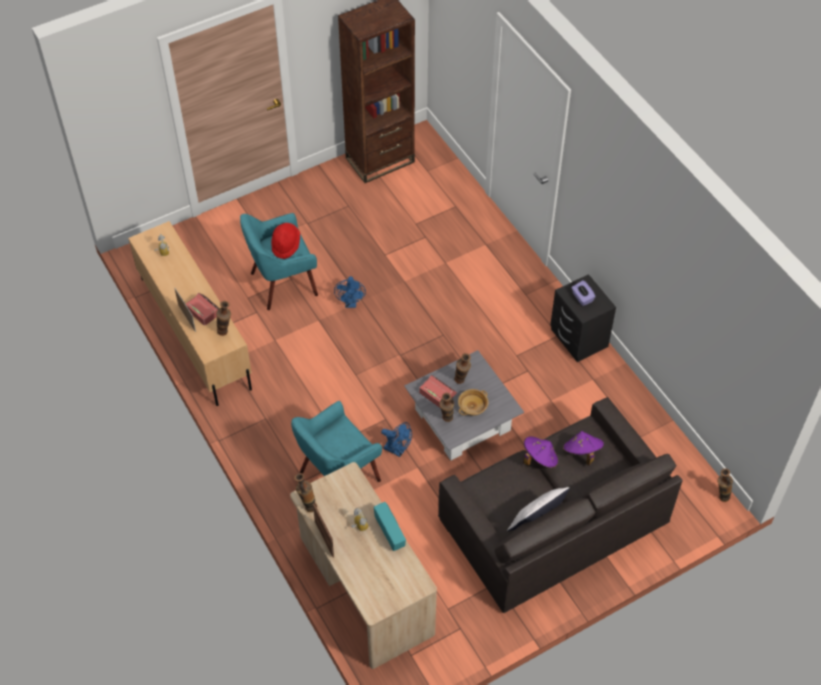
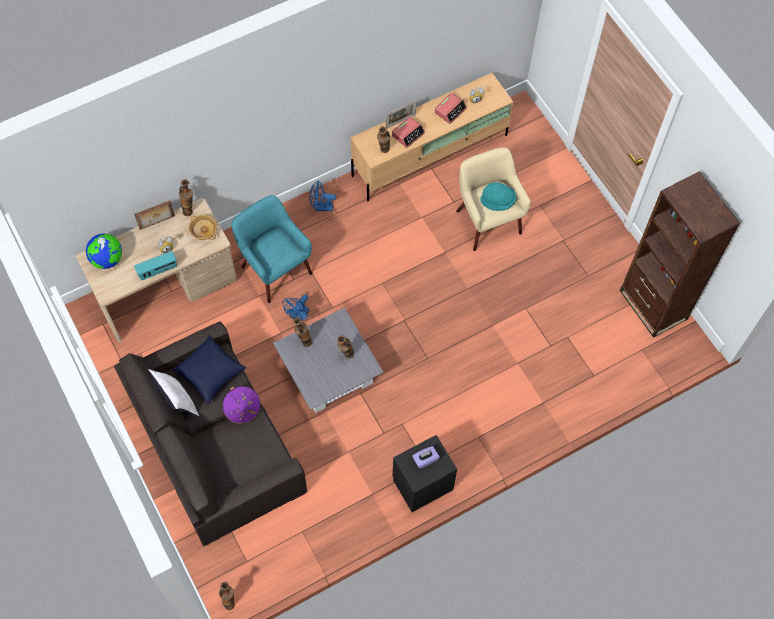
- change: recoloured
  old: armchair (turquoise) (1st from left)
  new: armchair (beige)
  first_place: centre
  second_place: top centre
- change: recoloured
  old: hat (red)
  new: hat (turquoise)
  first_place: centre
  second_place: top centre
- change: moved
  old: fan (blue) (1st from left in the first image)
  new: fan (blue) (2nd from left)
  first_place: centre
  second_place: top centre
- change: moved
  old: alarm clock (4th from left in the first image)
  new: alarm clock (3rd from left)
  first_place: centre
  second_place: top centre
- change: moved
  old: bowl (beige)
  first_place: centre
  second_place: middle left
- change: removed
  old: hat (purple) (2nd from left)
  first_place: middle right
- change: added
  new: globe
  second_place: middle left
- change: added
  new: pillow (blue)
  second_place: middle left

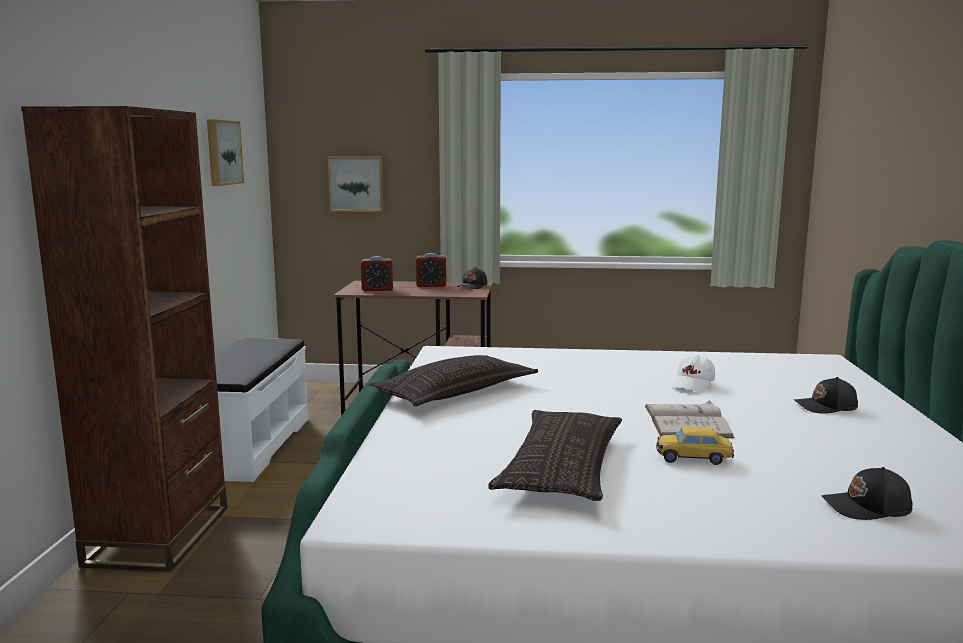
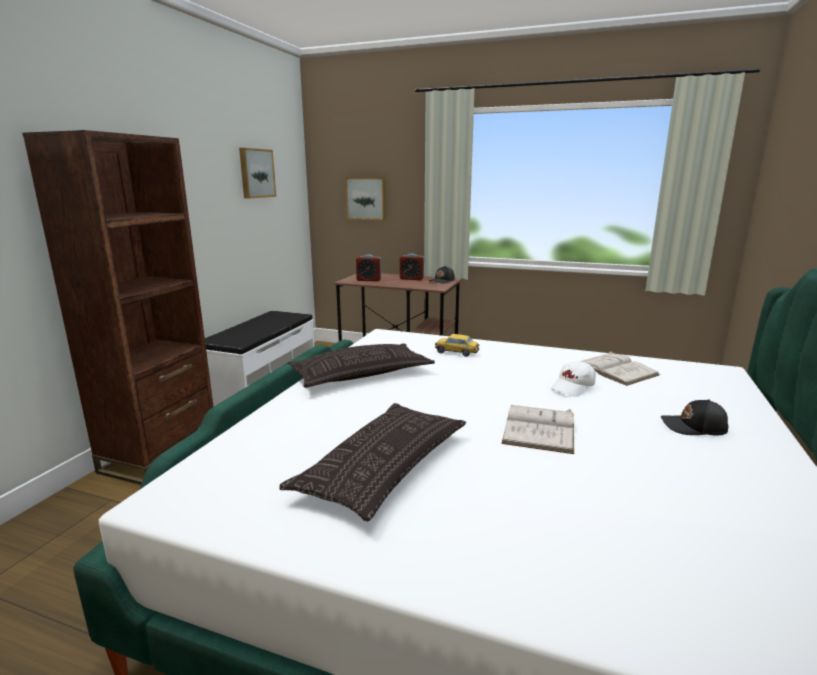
- change: moved
  old: toy car
  first_place: bottom right
  second_place: centre
- change: removed
  old: cap (black) (3rd from left)
  first_place: bottom right
- change: added
  new: book (white) (2nd from left)
  second_place: middle right

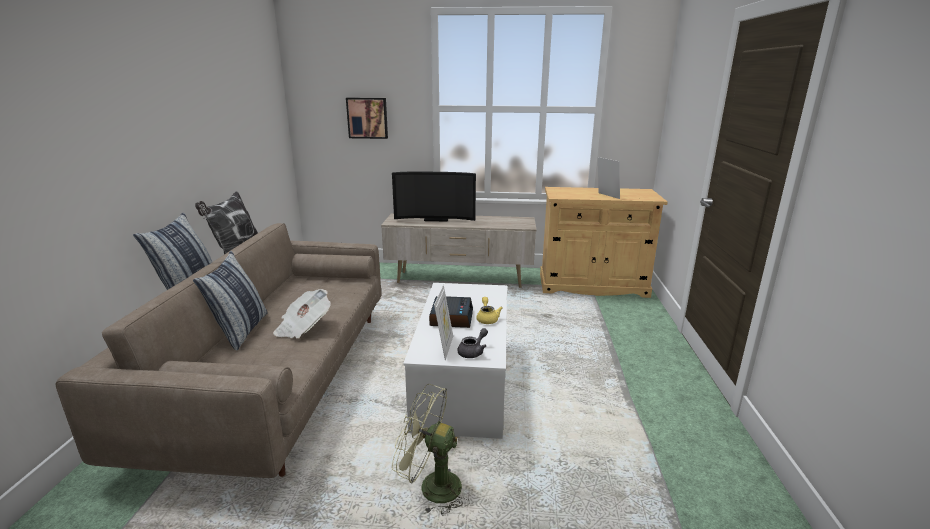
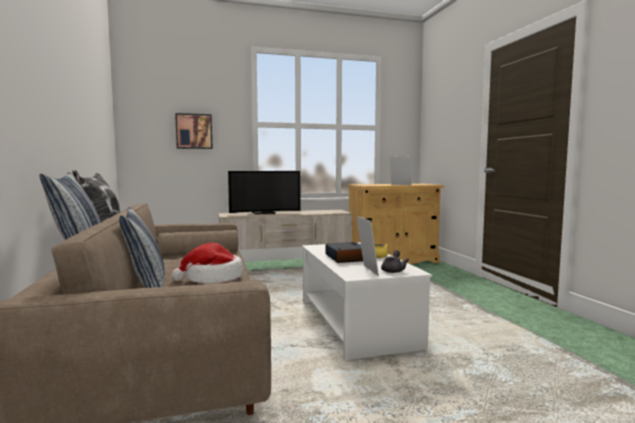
- change: replaced
  old: newspaper
  new: hat
  first_place: middle left
  second_place: middle left
- change: removed
  old: fan (green)
  first_place: bottom centre

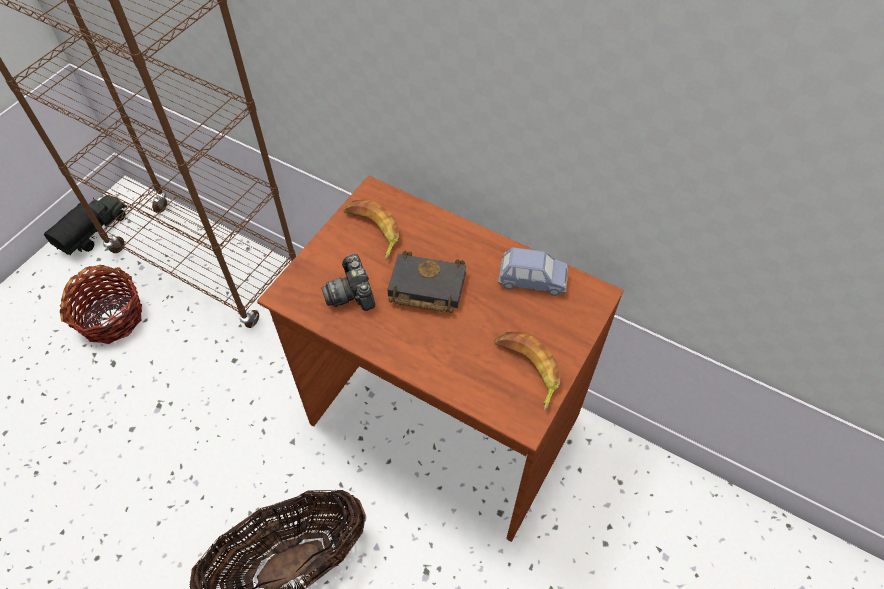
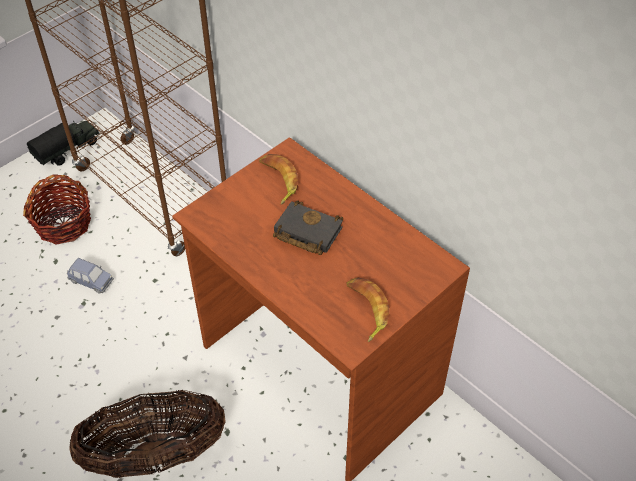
- change: moved
  old: toy car (blue)
  first_place: centre
  second_place: middle left
- change: removed
  old: photo camera
  first_place: centre

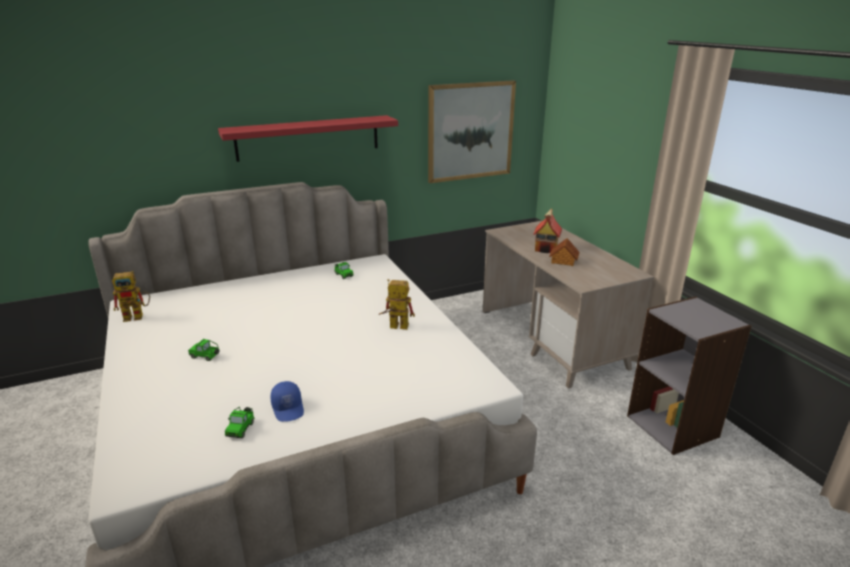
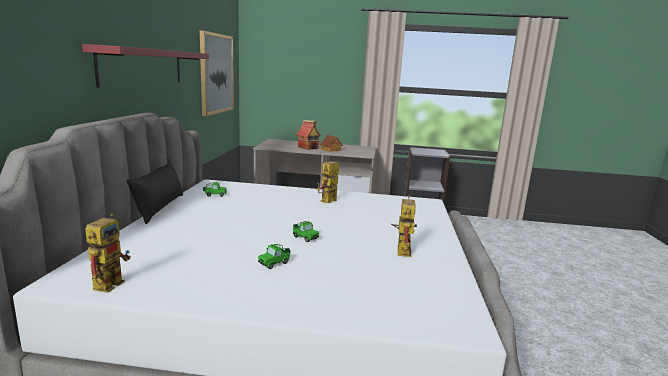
- change: replaced
  old: cap (blue)
  new: toy robot (3rd from left)
  first_place: bottom centre
  second_place: centre
- change: moved
  old: toy car (2nd from left in the first image)
  new: toy car (3rd from left)
  first_place: bottom left
  second_place: centre
- change: added
  new: pillow (black)
  second_place: middle left

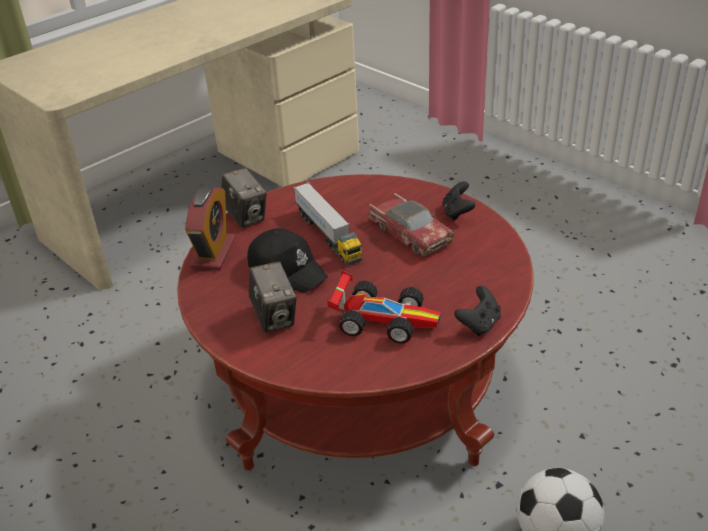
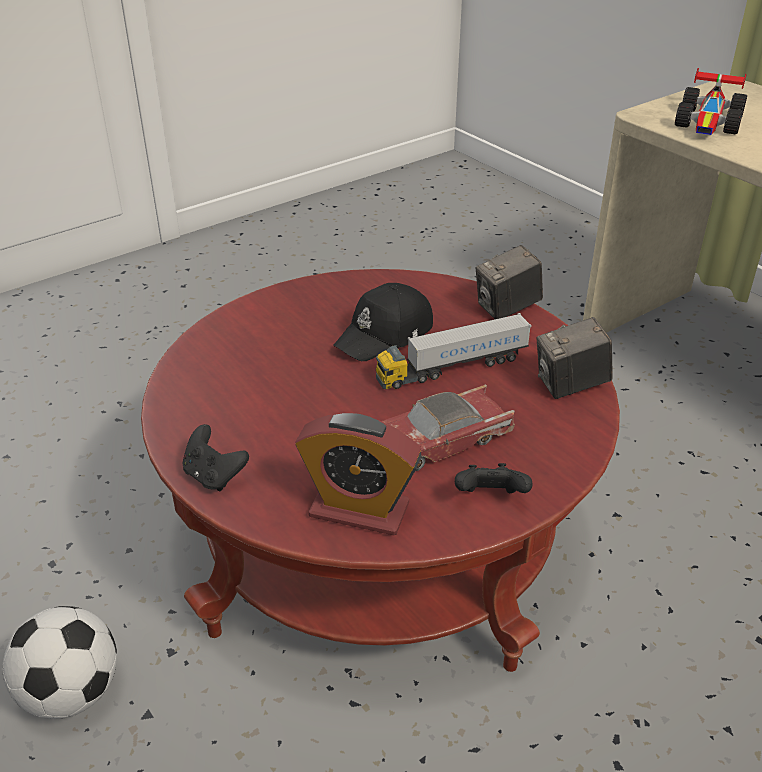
- change: moved
  old: alarm clock
  first_place: middle left
  second_place: centre
- change: moved
  old: photo camera (2nd from left)
  first_place: centre
  second_place: middle right
- change: moved
  old: toy car (1st from left in the first image)
  new: toy car (2nd from left)
  first_place: centre
  second_place: top right

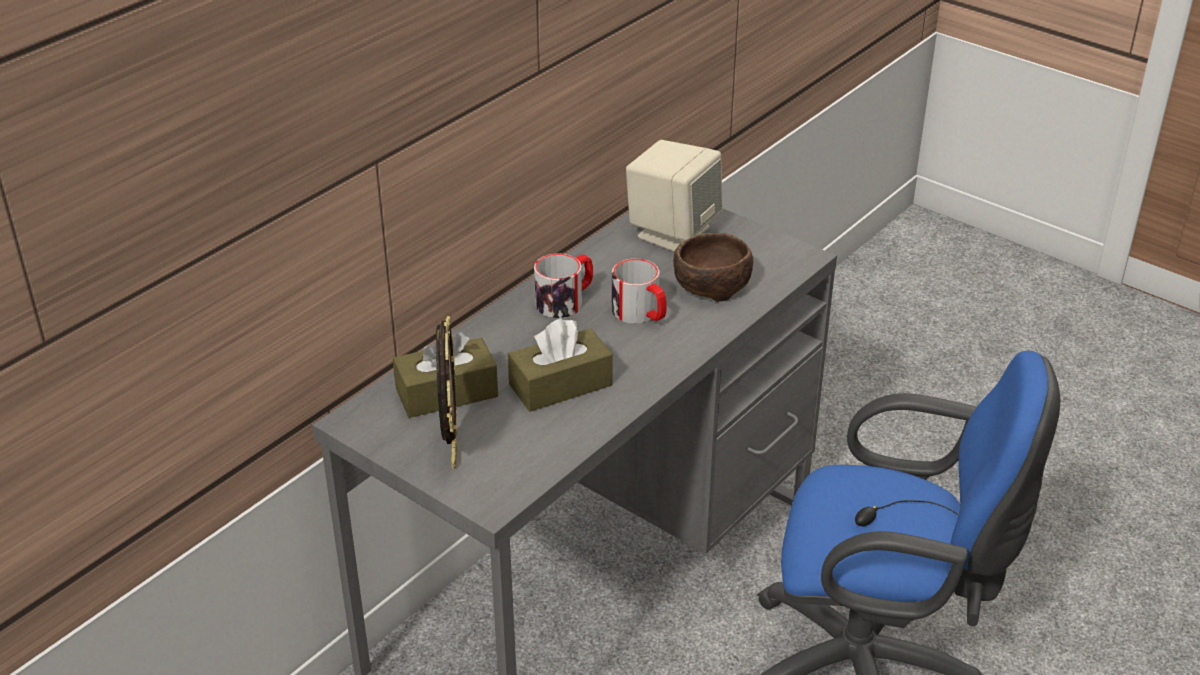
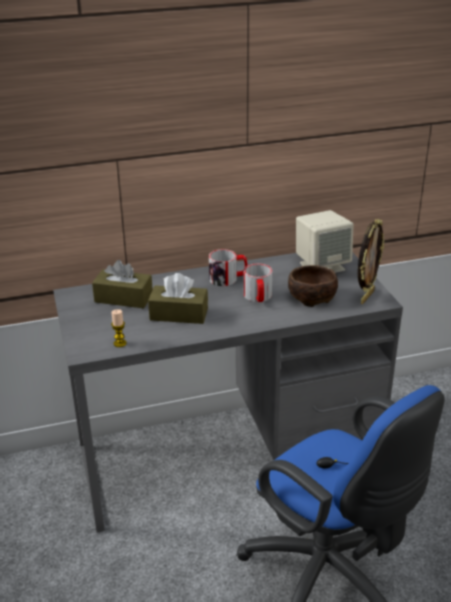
- change: moved
  old: picture frame
  first_place: centre
  second_place: middle right
- change: added
  new: candle
  second_place: middle left

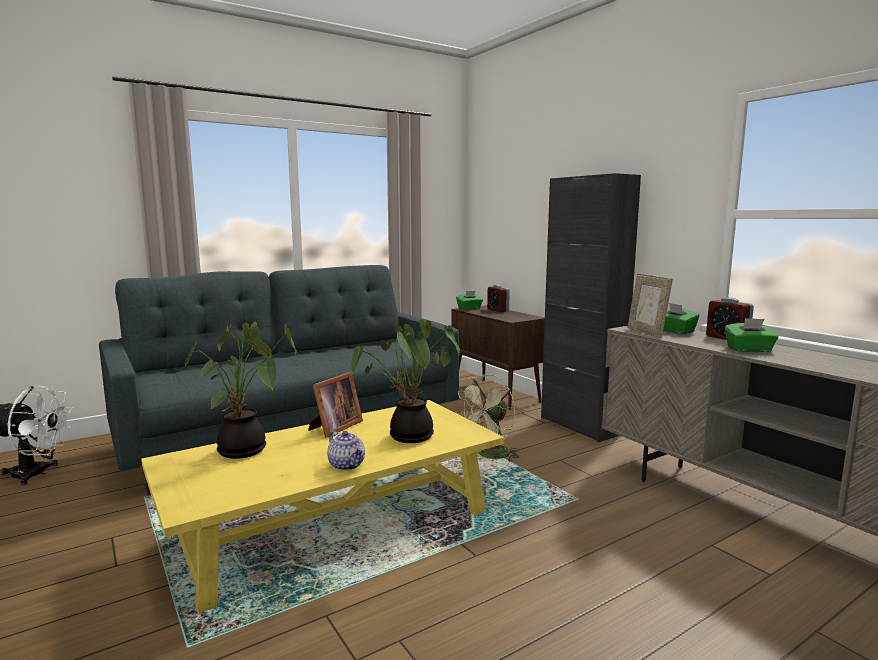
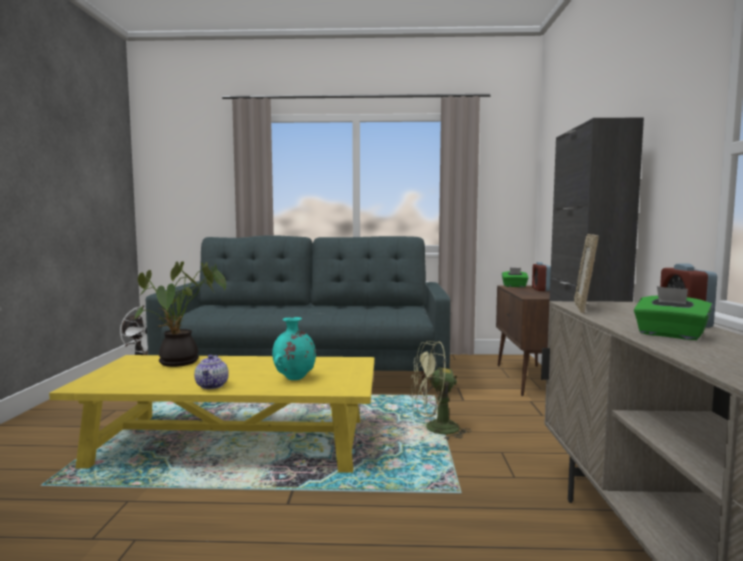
- change: removed
  old: tissue box (green) (2nd from left)
  first_place: middle right
- change: replaced
  old: potted plant (2nd from left)
  new: vase (turquoise)
  first_place: centre
  second_place: centre
- change: removed
  old: picture frame (1st from left)
  first_place: centre

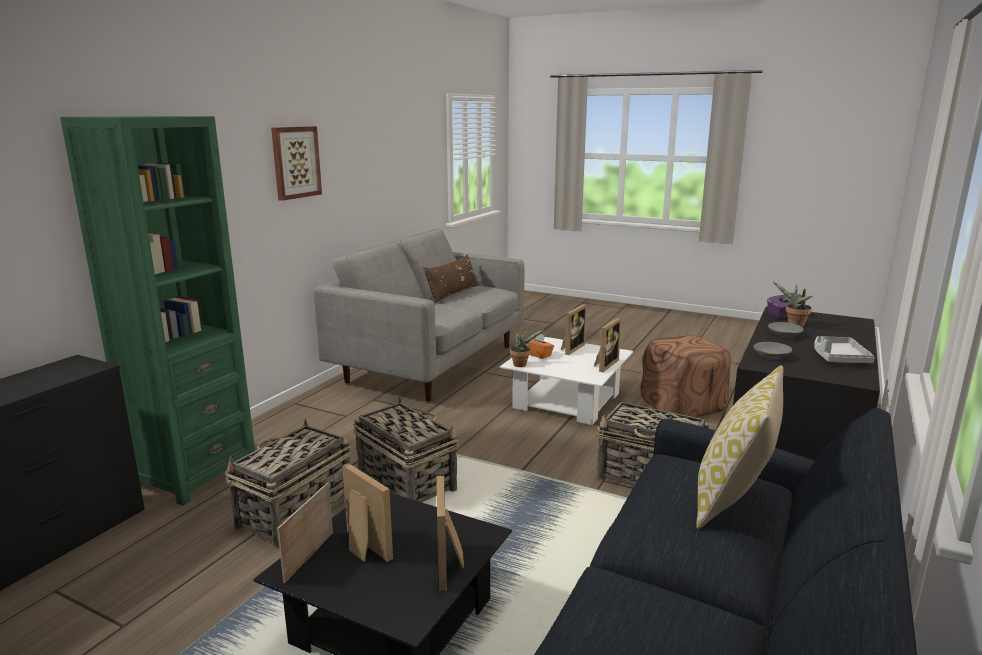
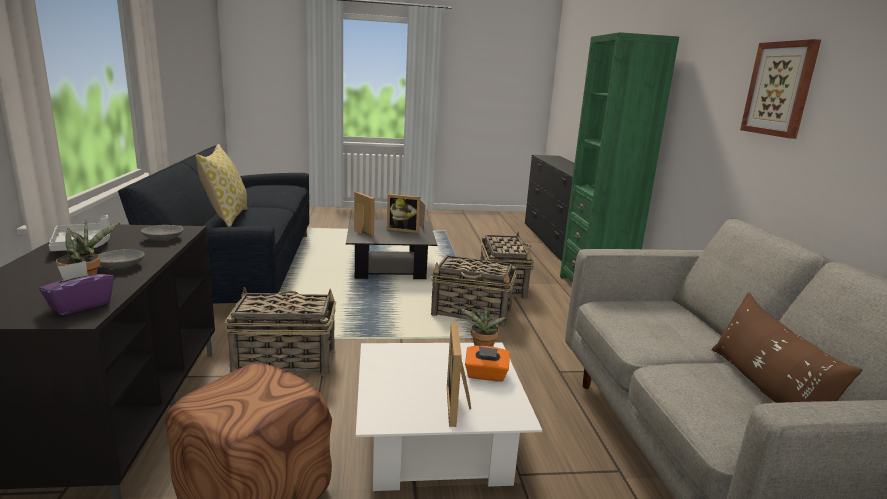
- change: removed
  old: picture frame (5th from left)
  first_place: centre

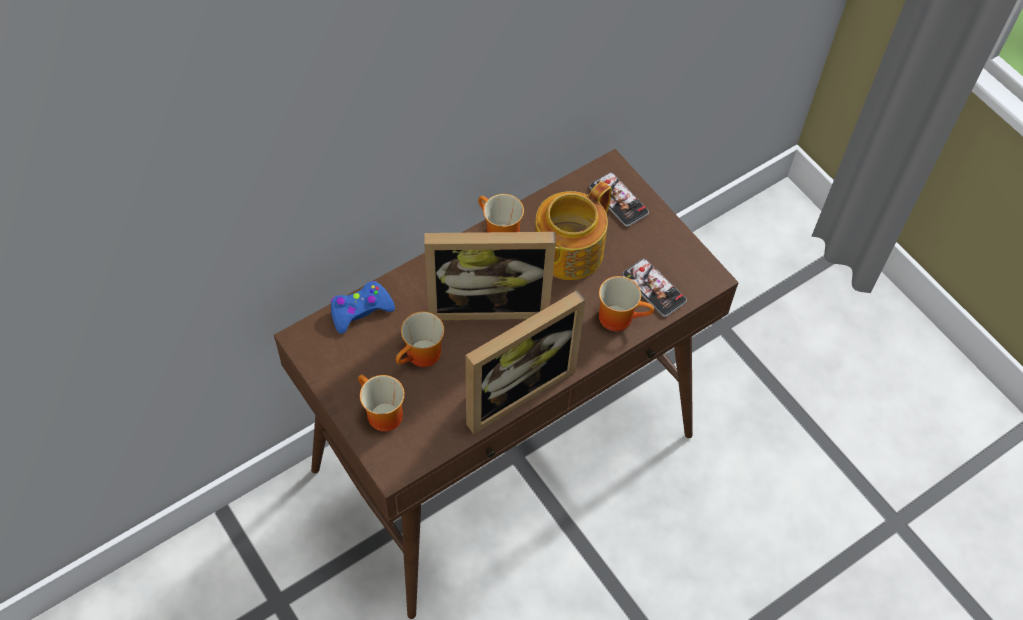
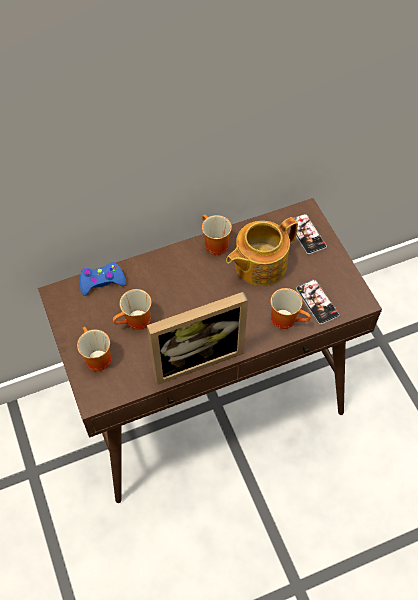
- change: removed
  old: picture frame (1st from left)
  first_place: centre

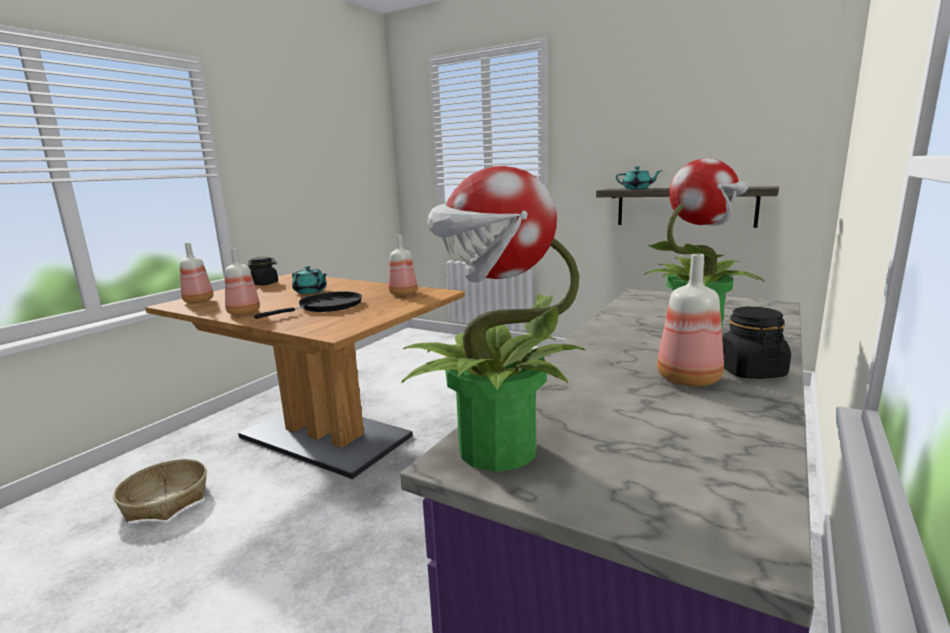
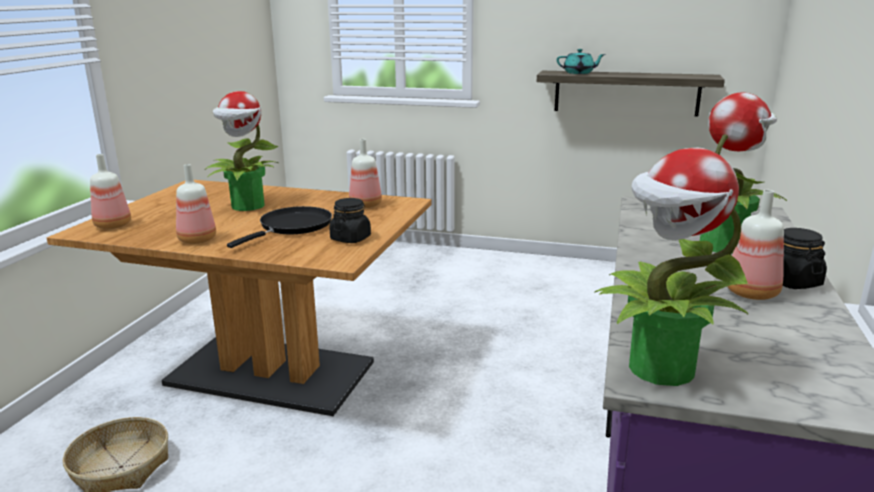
- change: moved
  old: jar (black) (1st from left)
  first_place: middle left
  second_place: centre
- change: replaced
  old: teapot (turquoise) (1st from left)
  new: potted plant (1st from left)
  first_place: middle left
  second_place: top left

